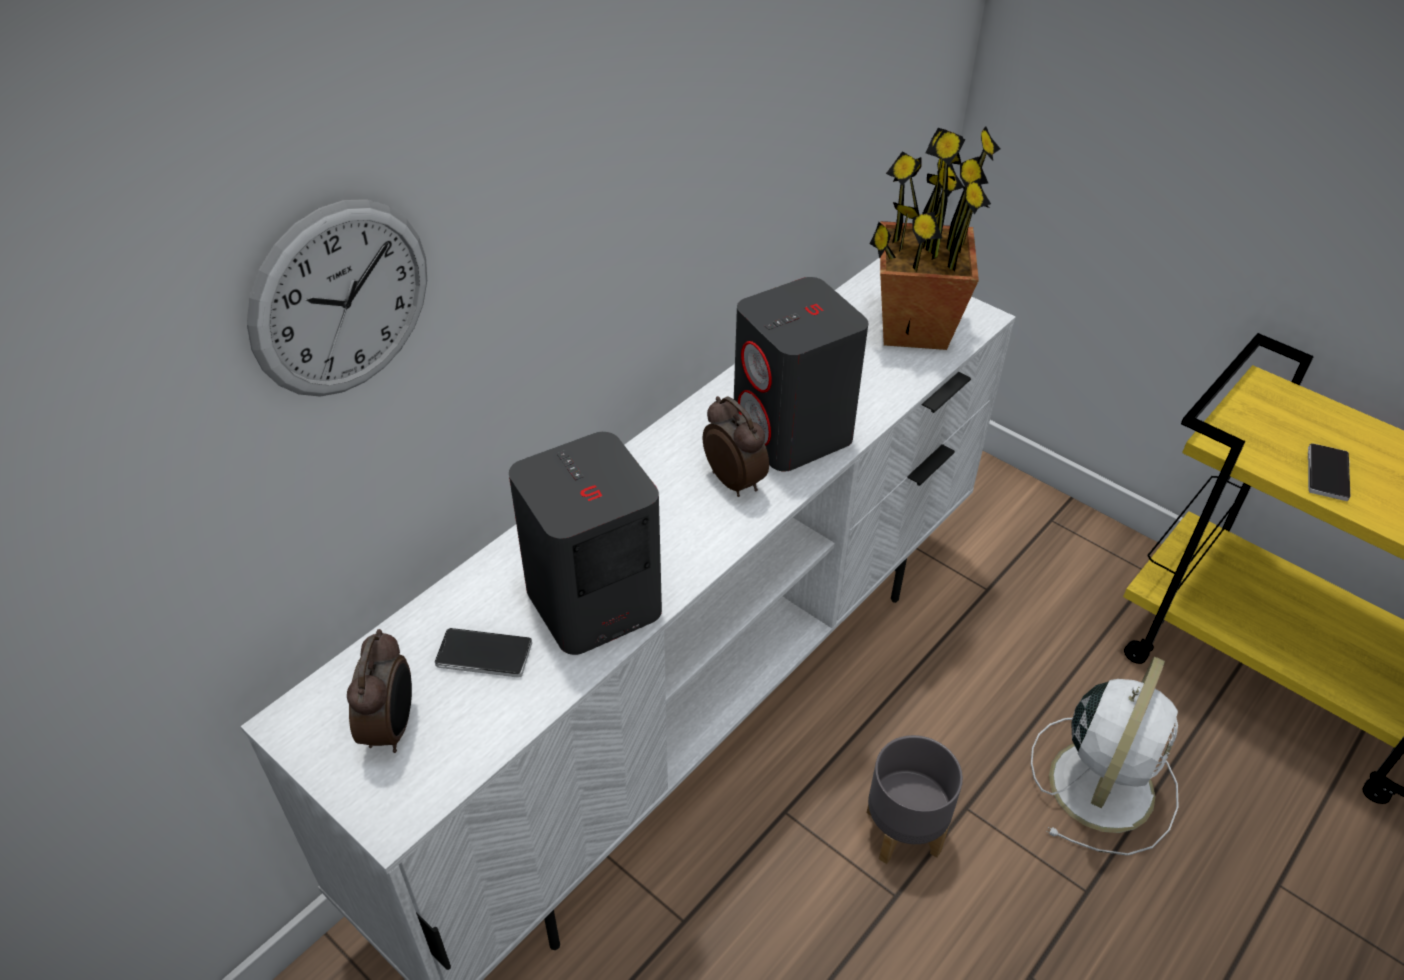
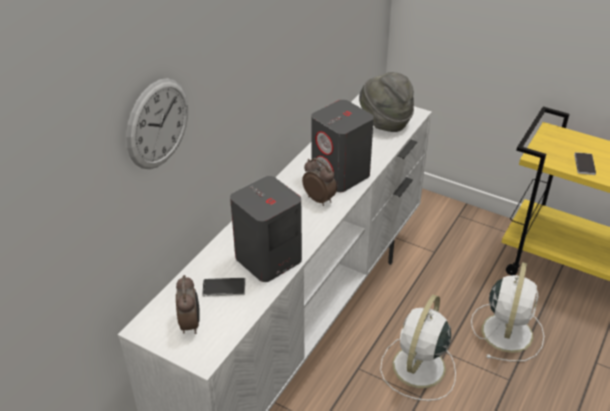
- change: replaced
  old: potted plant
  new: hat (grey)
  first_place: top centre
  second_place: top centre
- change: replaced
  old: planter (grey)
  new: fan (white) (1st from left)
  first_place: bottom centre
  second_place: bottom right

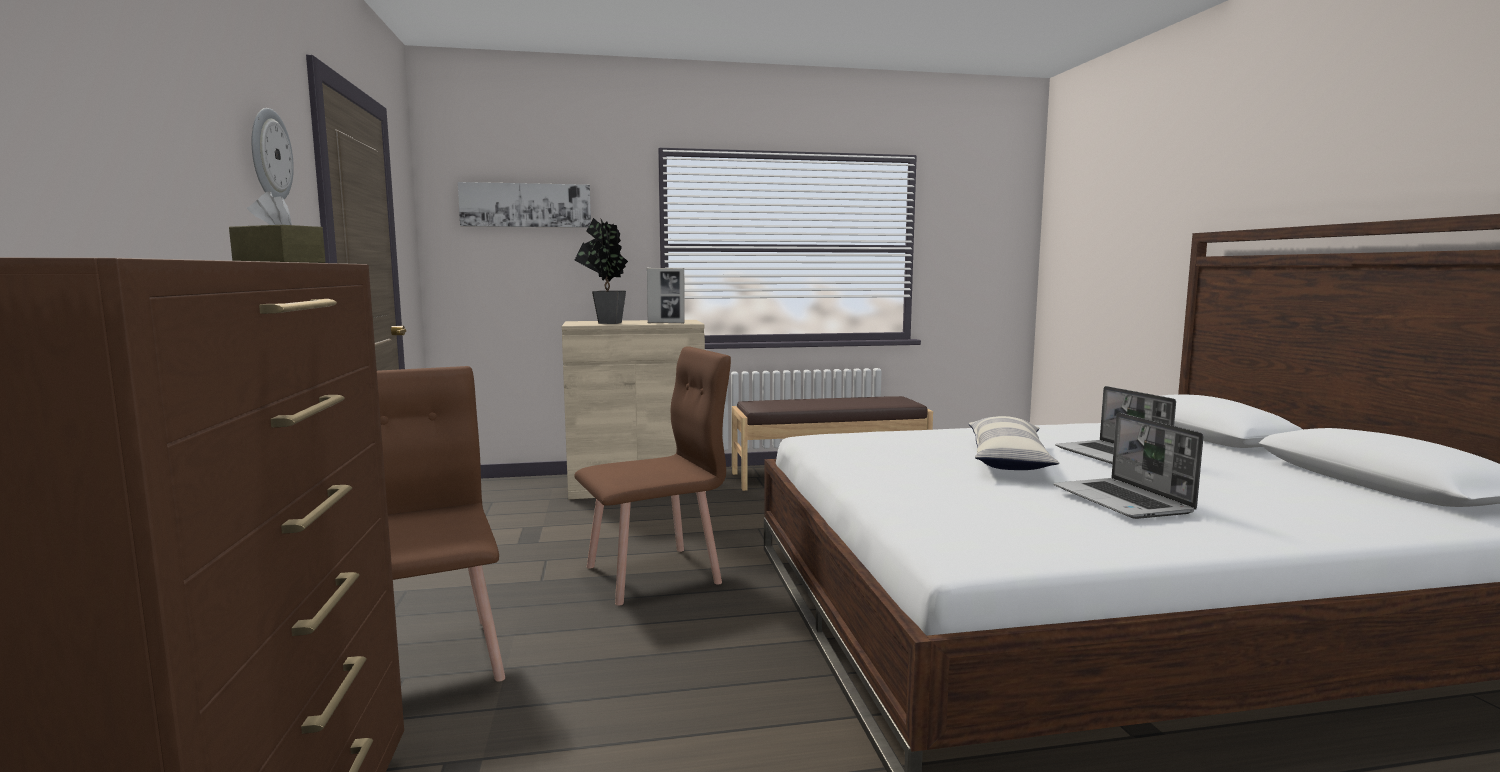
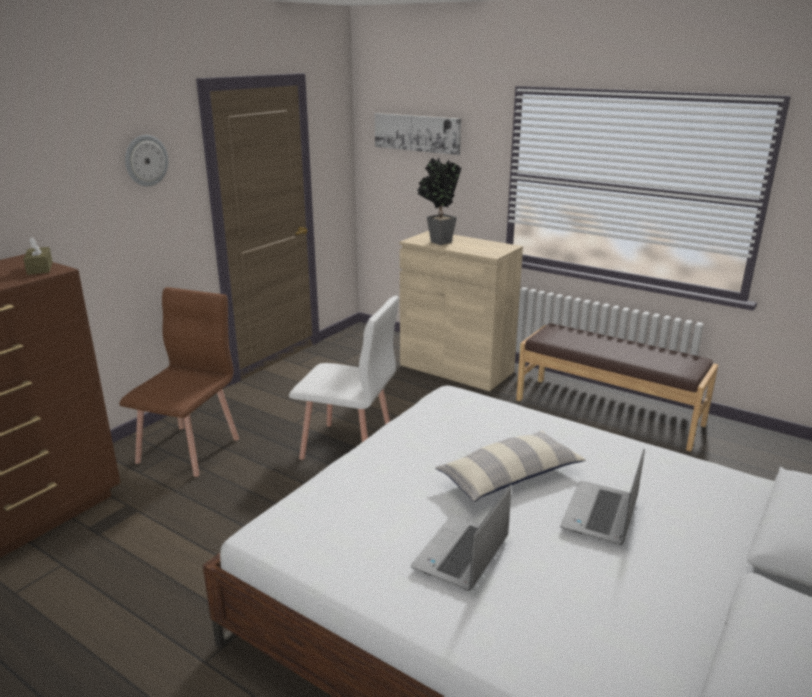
- change: removed
  old: picture frame
  first_place: centre
- change: recoloured
  old: chair (brown) (2nd from left)
  new: chair (white)
  first_place: centre
  second_place: centre

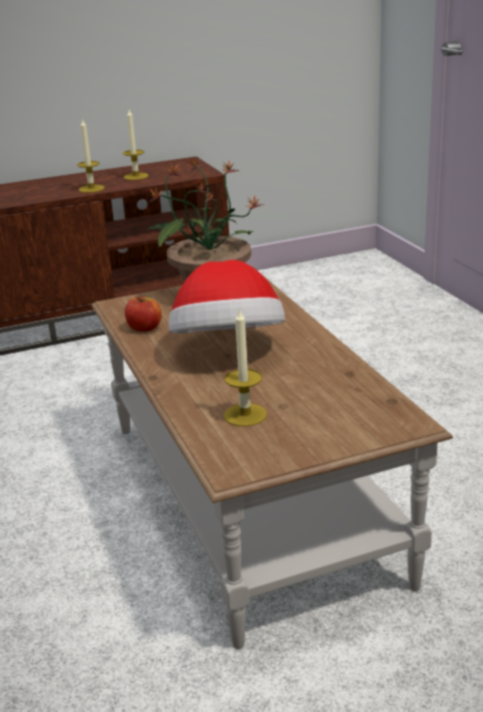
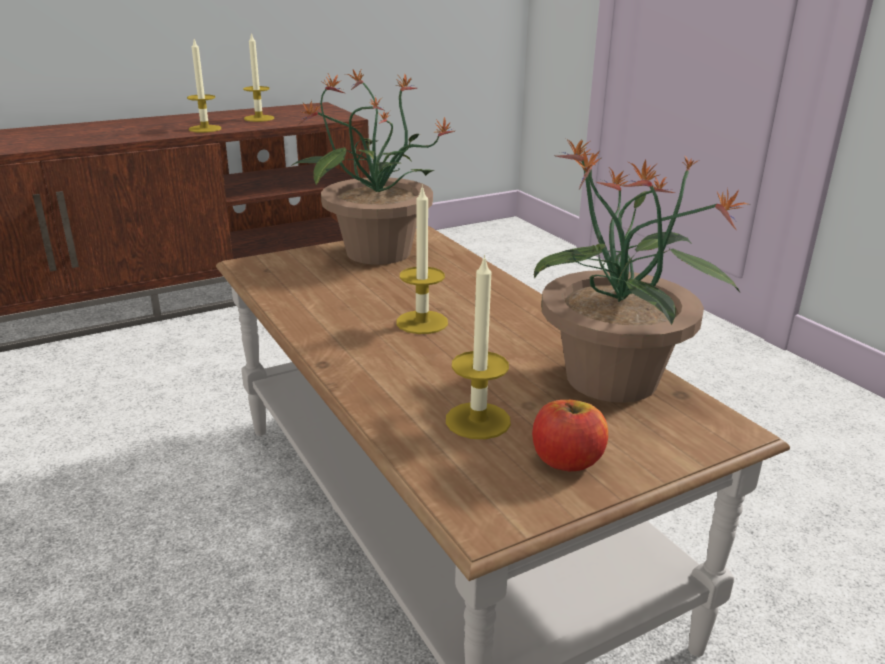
- change: replaced
  old: hat
  new: candle (3rd from left)
  first_place: centre
  second_place: centre
- change: moved
  old: apple
  first_place: middle left
  second_place: centre
- change: added
  new: potted plant (2nd from left)
  second_place: middle right

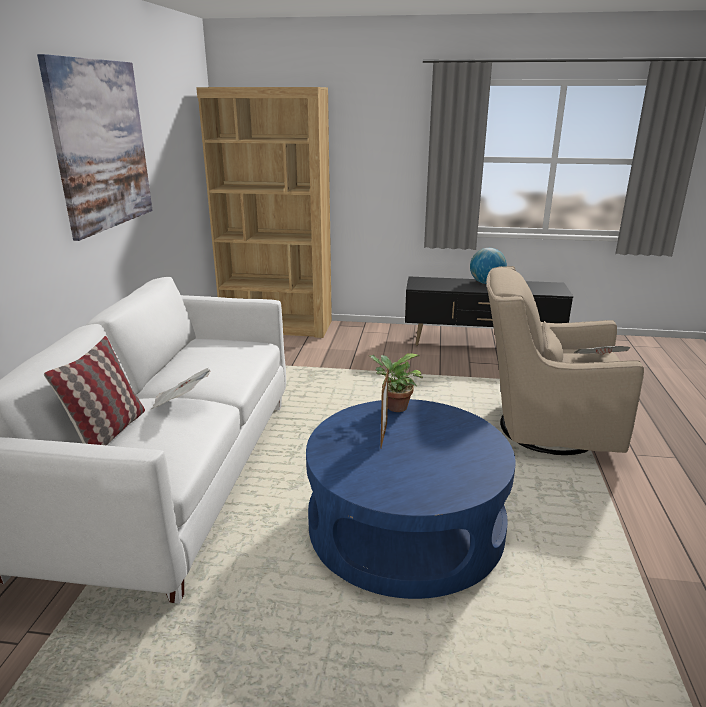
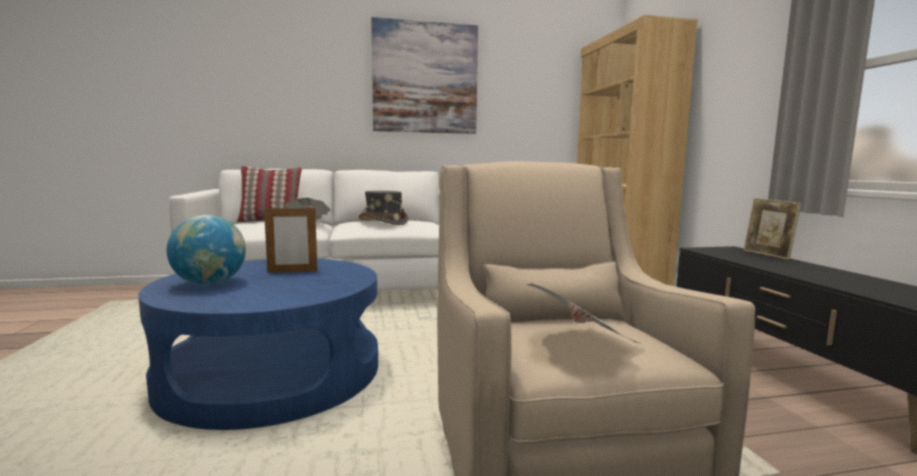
- change: moved
  old: globe
  first_place: middle right
  second_place: middle left
- change: removed
  old: potted plant
  first_place: centre
- change: added
  new: hat (grey)
  second_place: centre
- change: added
  new: picture frame (2nd from left)
  second_place: middle right

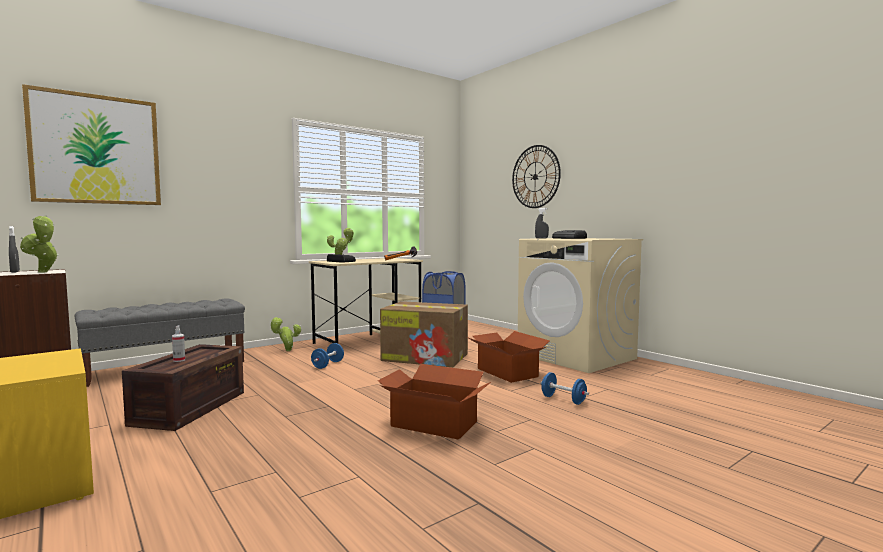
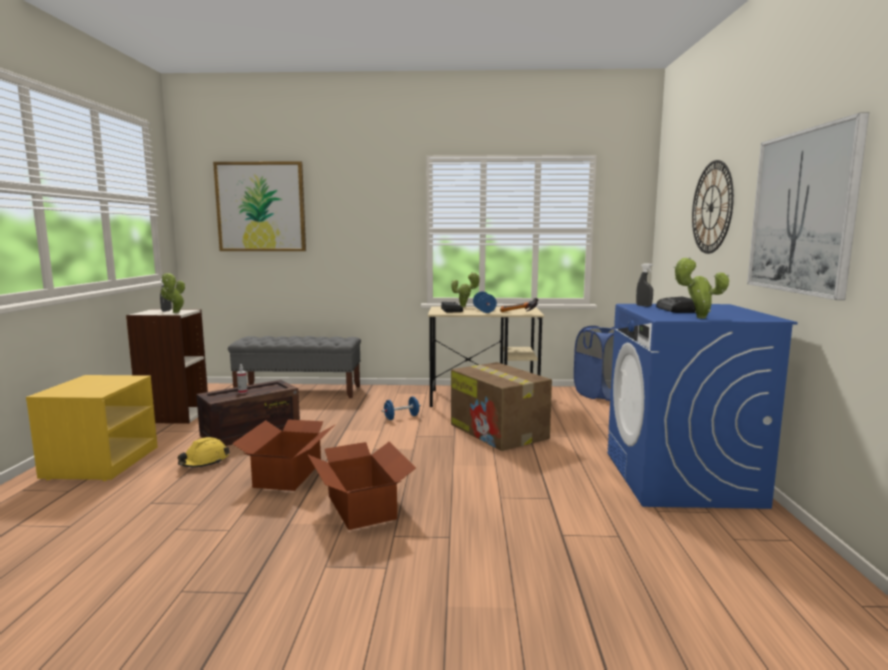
- change: recoloured
  old: washing machine (beige)
  new: washing machine (blue)
  first_place: centre
  second_place: middle right
- change: moved
  old: potted plant (2nd from left in the first image)
  new: potted plant (3rd from left)
  first_place: middle left
  second_place: middle right
- change: moved
  old: cardboard box (3rd from left in the first image)
  new: cardboard box (1st from left)
  first_place: centre
  second_place: bottom left
- change: moved
  old: dumbbell (blue) (2nd from left)
  first_place: bottom centre
  second_place: centre
- change: added
  new: picture (2nd from left)
  second_place: top right
- change: added
  new: hard hat (yellow)
  second_place: bottom left

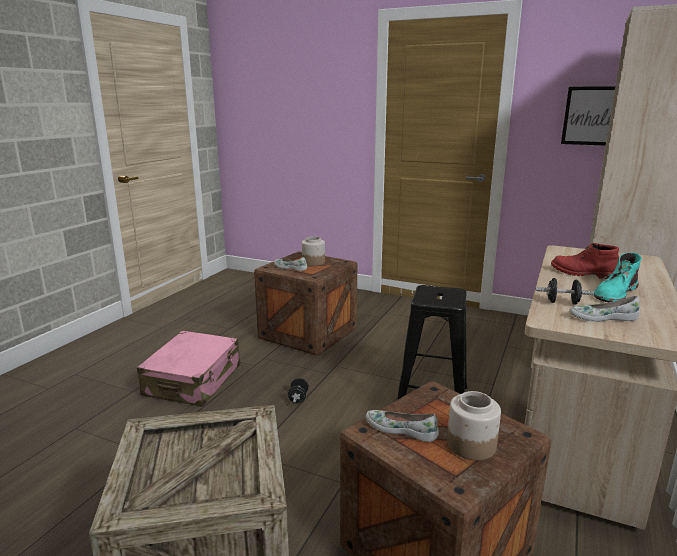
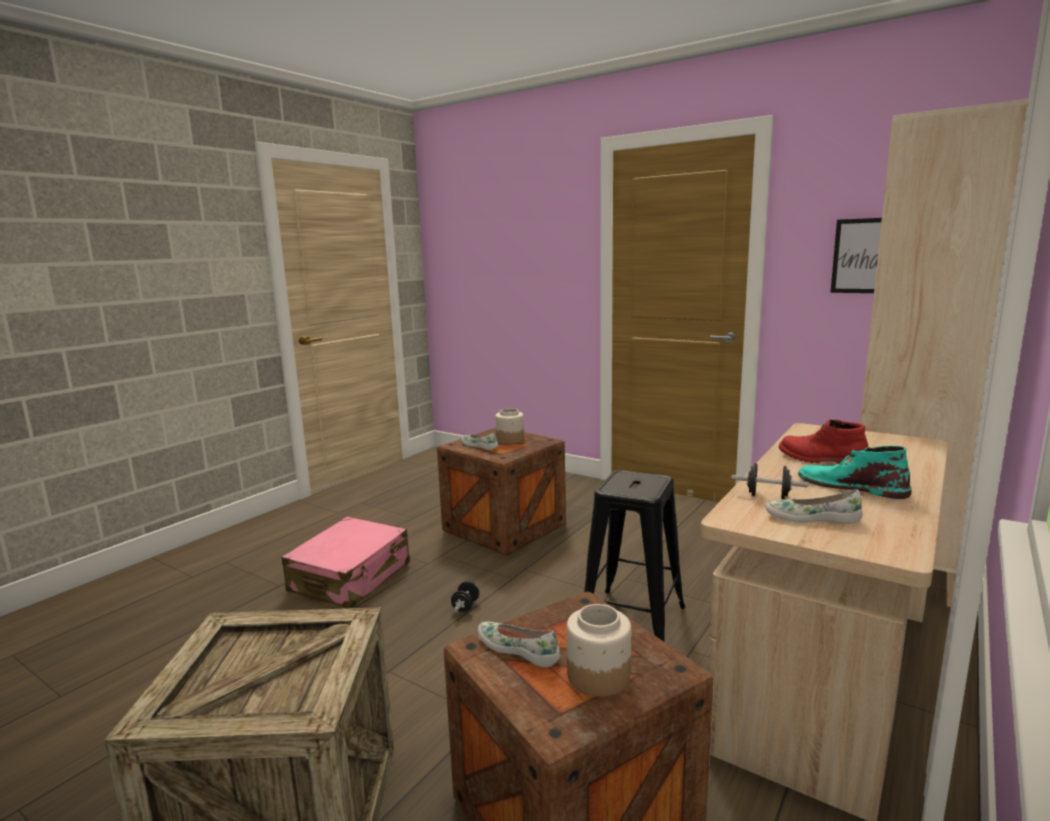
- change: turned
  old: boot (turquoise)
  first_place: middle right
  second_place: middle right
  degrees: 75

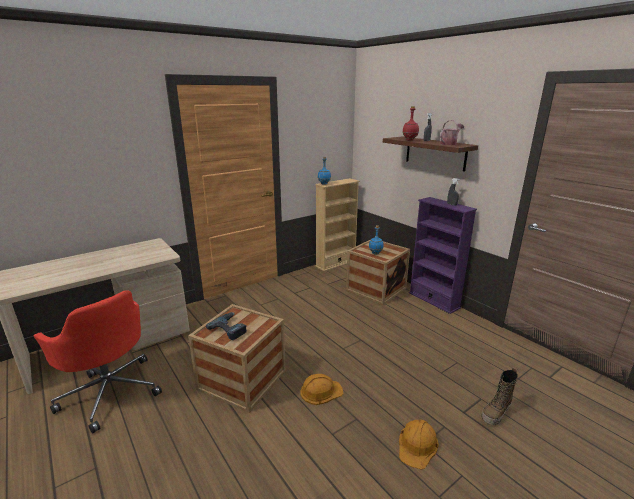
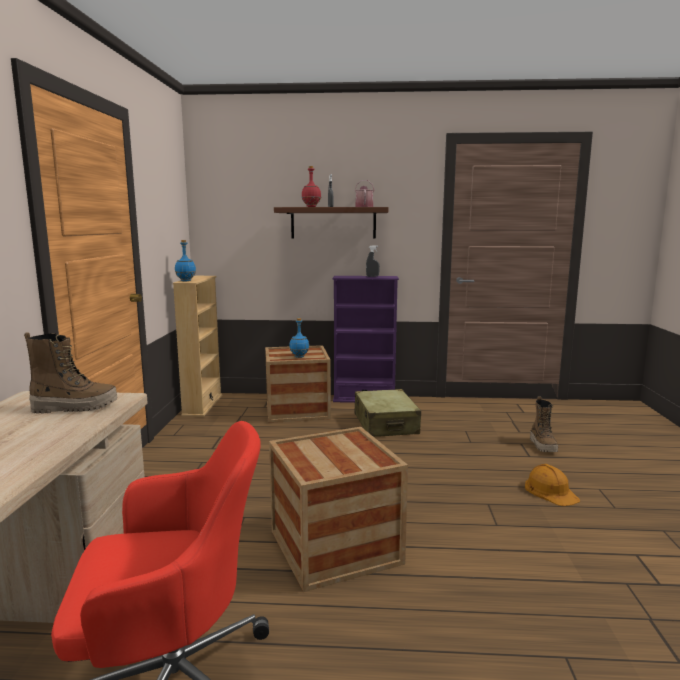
- change: removed
  old: power drill
  first_place: centre
- change: removed
  old: hard hat (orange) (1st from left)
  first_place: bottom centre
- change: added
  new: boot (1st from left)
  second_place: middle left
- change: added
  new: suitcase (beige)
  second_place: centre

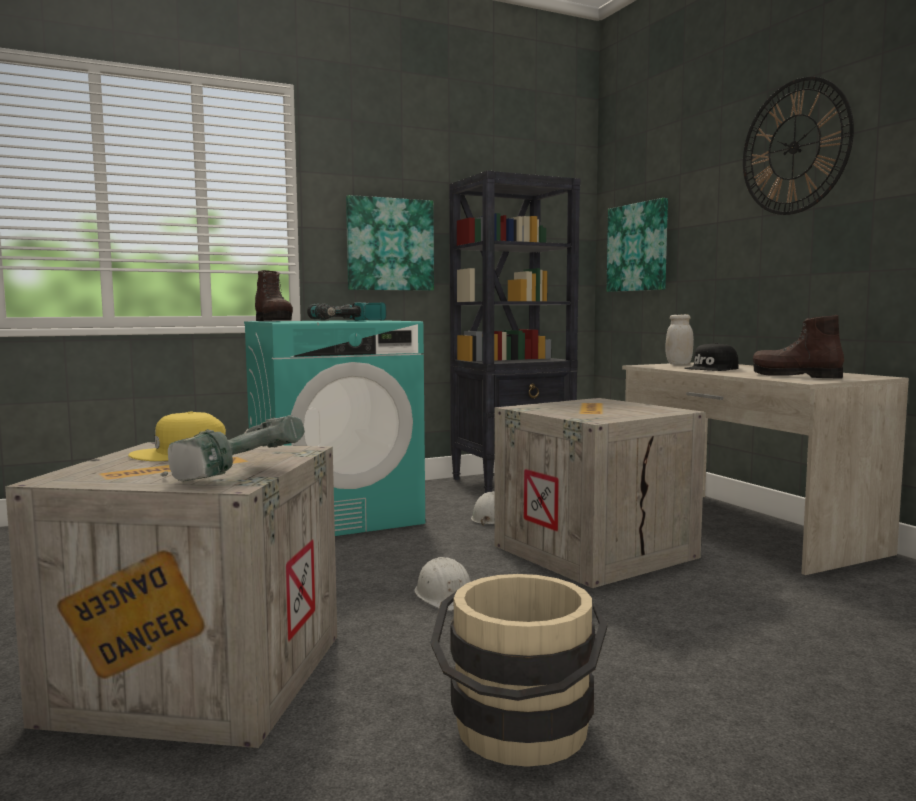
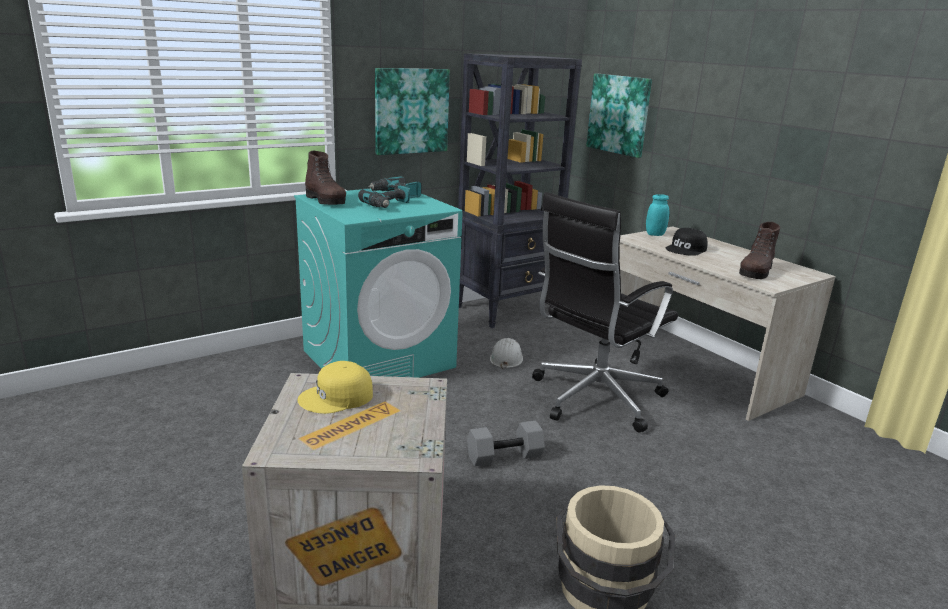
- change: removed
  old: wall clock
  first_place: top right
- change: recoloured
  old: jar (white)
  new: jar (turquoise)
  first_place: middle right
  second_place: middle right
- change: turned
  old: boot (brown) (2nd from left)
  first_place: middle right
  second_place: middle right
  degrees: -90
- change: replaced
  old: crate (2nd from left)
  new: office chair (black)
  first_place: centre
  second_place: centre
- change: removed
  old: power drill (1st from left)
  first_place: middle left
- change: replaced
  old: hard hat (white) (1st from left)
  new: dumbbell (grey)
  first_place: bottom centre
  second_place: bottom centre

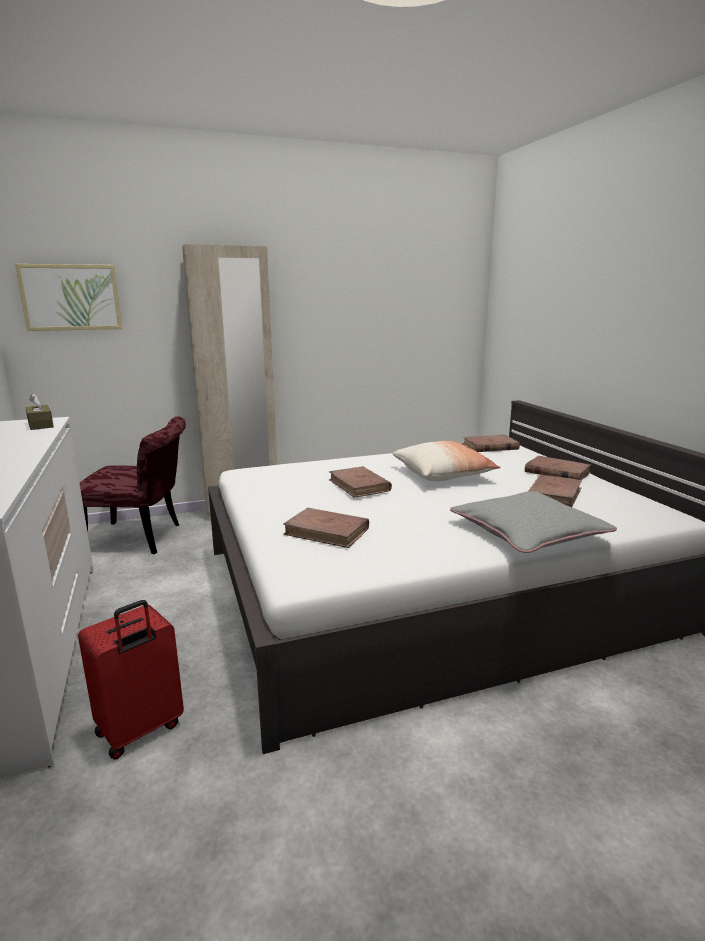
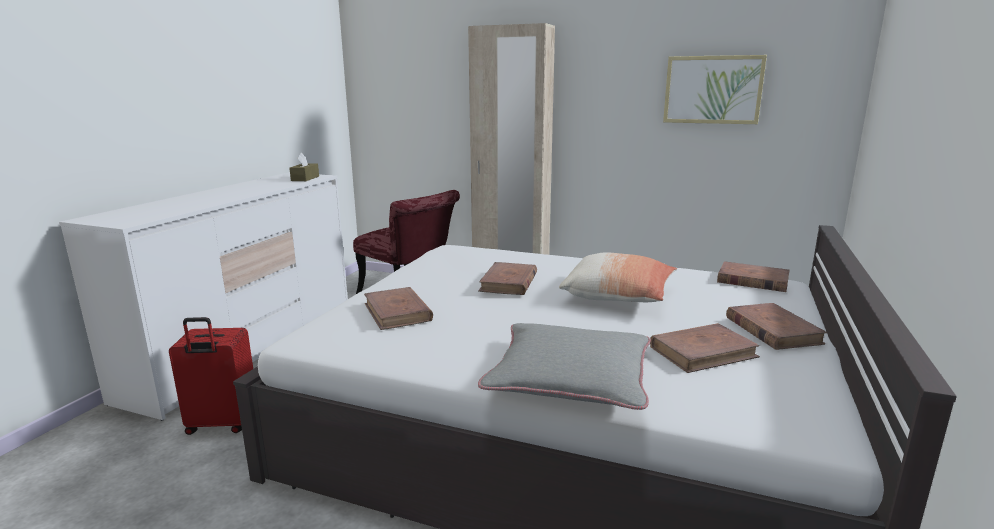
- change: moved
  old: picture
  first_place: top left
  second_place: top right

